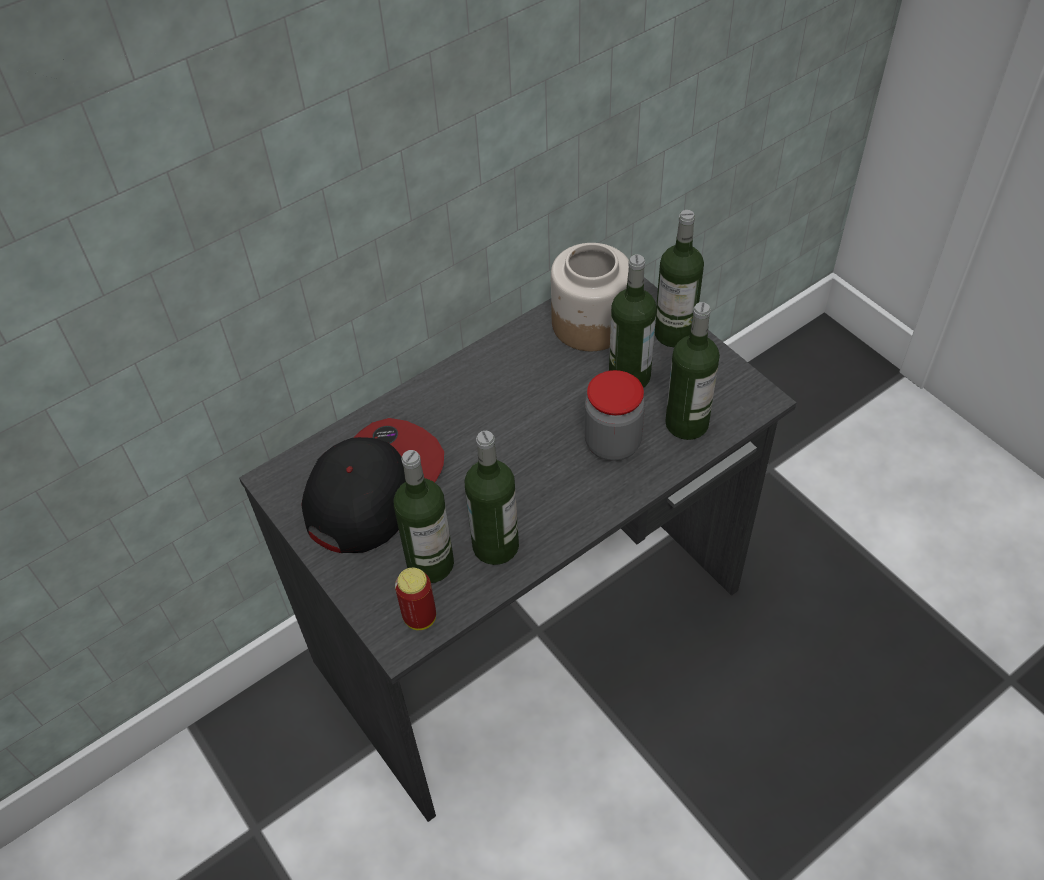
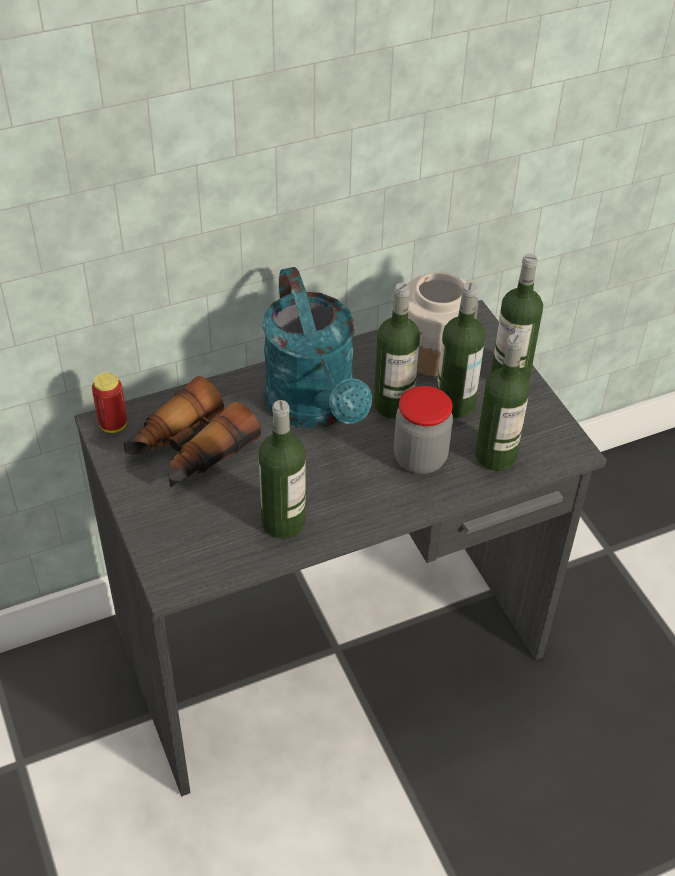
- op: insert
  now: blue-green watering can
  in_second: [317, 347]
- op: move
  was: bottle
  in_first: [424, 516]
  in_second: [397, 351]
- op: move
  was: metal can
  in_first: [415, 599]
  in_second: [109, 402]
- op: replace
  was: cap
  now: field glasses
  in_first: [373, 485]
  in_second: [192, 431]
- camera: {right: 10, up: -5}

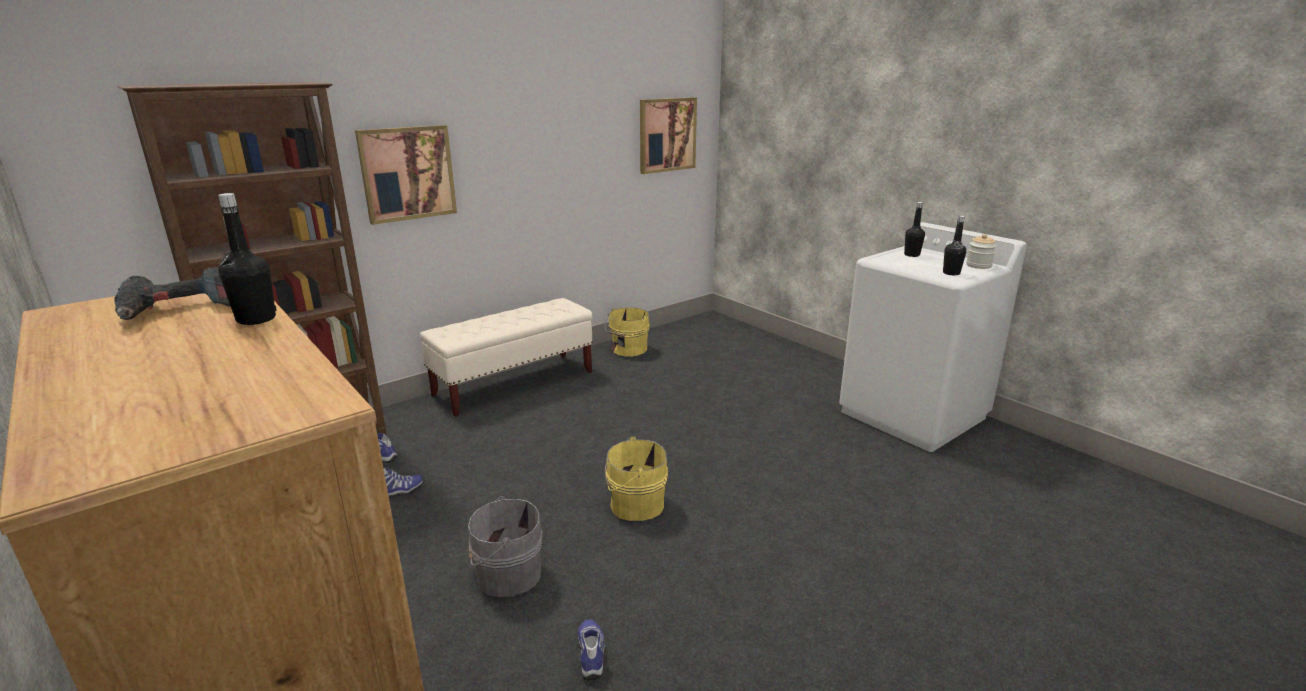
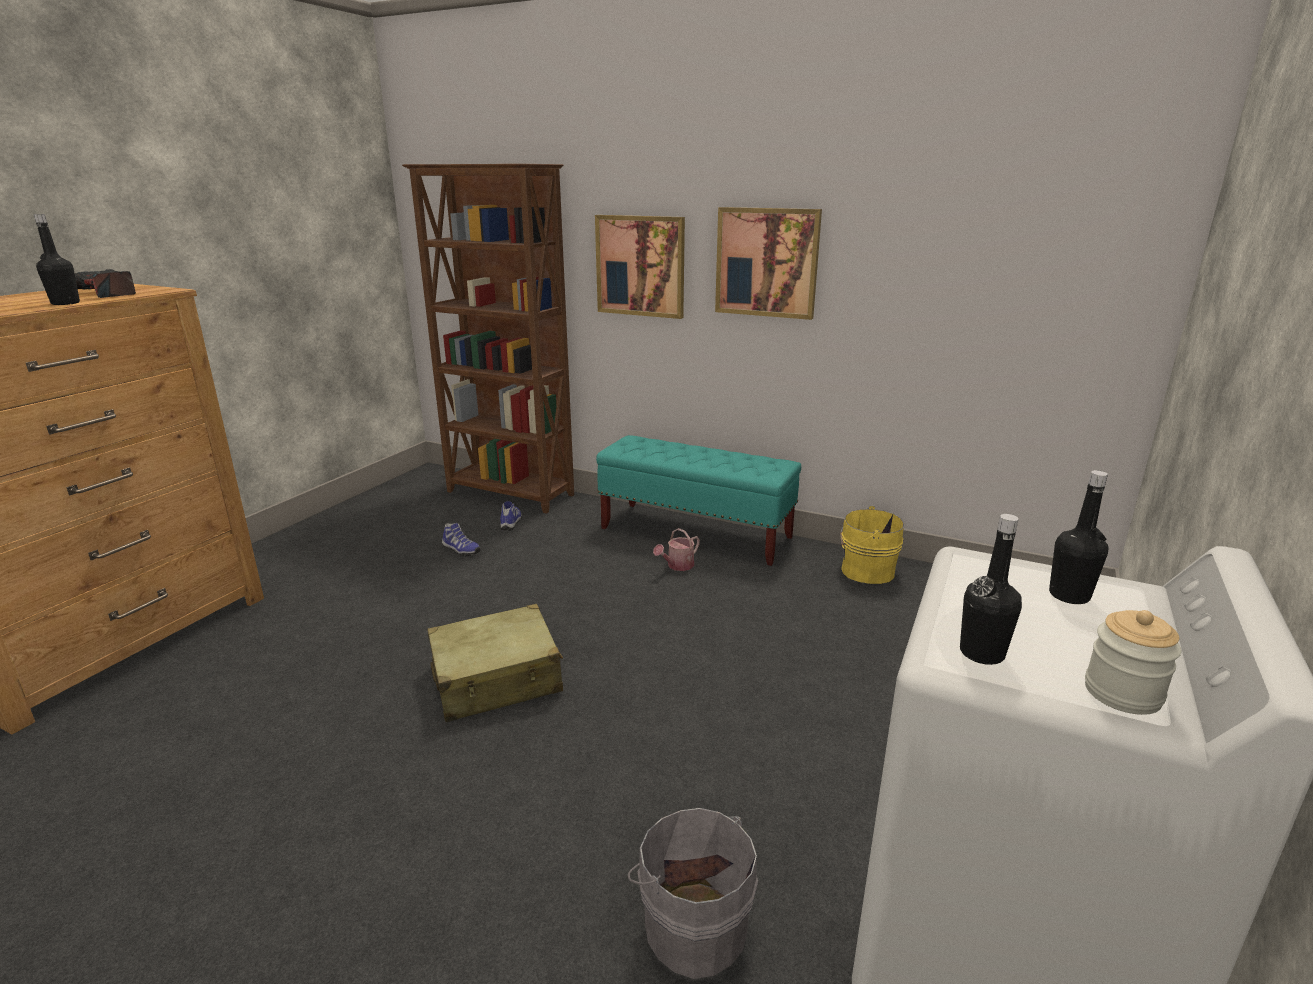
- op: delete
  was: low shoe
  in_first: [592, 650]
- op: insert
  now: watering can
  in_second: [676, 549]
- op: move
  was: gray water bucket
  in_first: [505, 546]
  in_second: [693, 893]
- op: move
  was: wall art
  in_first: [668, 135]
  in_second: [768, 263]
- op: replace
  was: yellow water bucket
  now: beige piece of luggage
  in_first: [636, 479]
  in_second: [495, 663]
- op: recolor
  was: beige bench
  now: blue-green bench
  in_first: [506, 357]
  in_second: [698, 500]
- camera: {right: 65, up: 0}

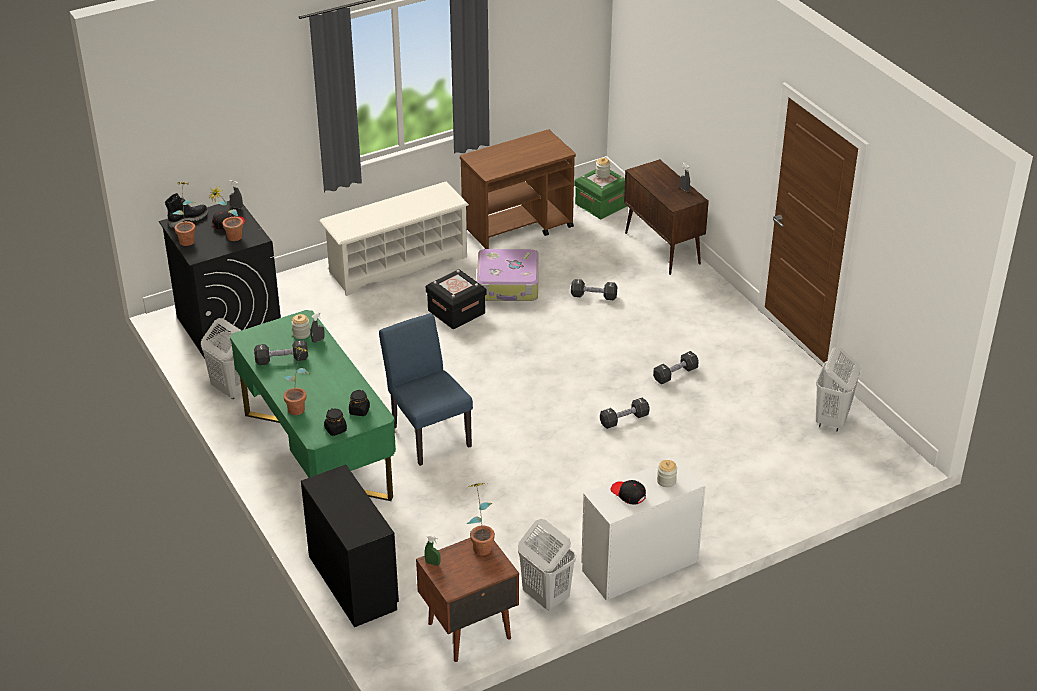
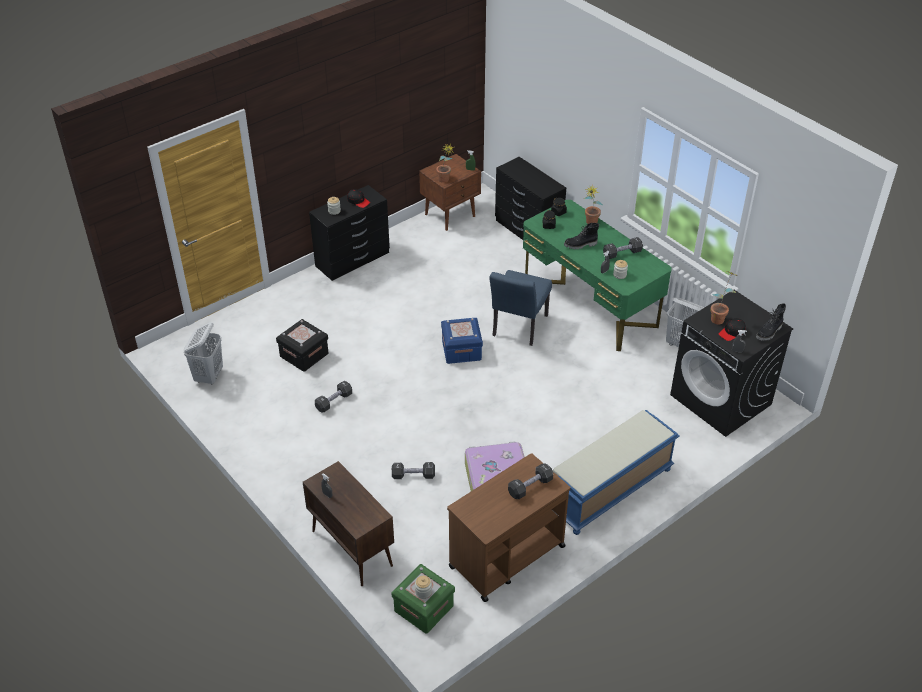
- op: delete
  was: potted plant
  in_first: [184, 214]
- op: delete
  was: whitish washing basket
  in_first: [547, 564]
- op: insert
  now: blue-coloured storage bin
  in_second: [462, 341]
- op: insert
  now: black boot
  in_second: [581, 236]
- op: move
  was: black storage bin
  in_first: [456, 299]
  in_second: [302, 345]
- op: move
  was: black hand weight
  in_first: [625, 413]
  in_second: [530, 481]
- op: replace
  was: whitish shoe shelf
  now: blue-coloured bench
  in_first: [394, 239]
  in_second: [616, 472]
- op: recolor
  was: whitish dresser
  now: black dresser
  in_first: [643, 529]
  in_second: [349, 233]
- op: rotate
  was: blue-coloured chair
  in_first: [426, 389]
  in_second: [520, 308]
  clockwise: 60
- camera: {right: 170, up: 5}

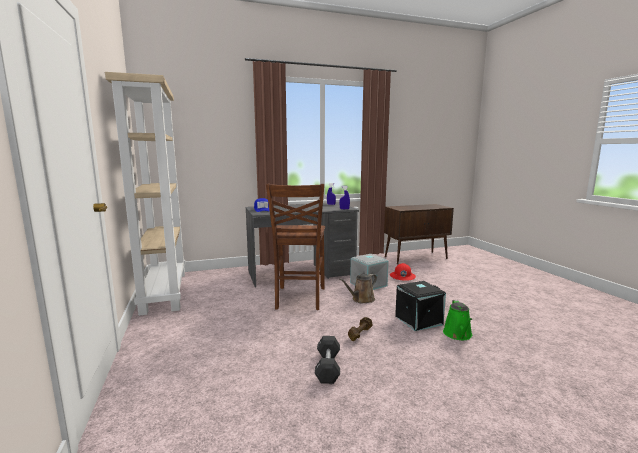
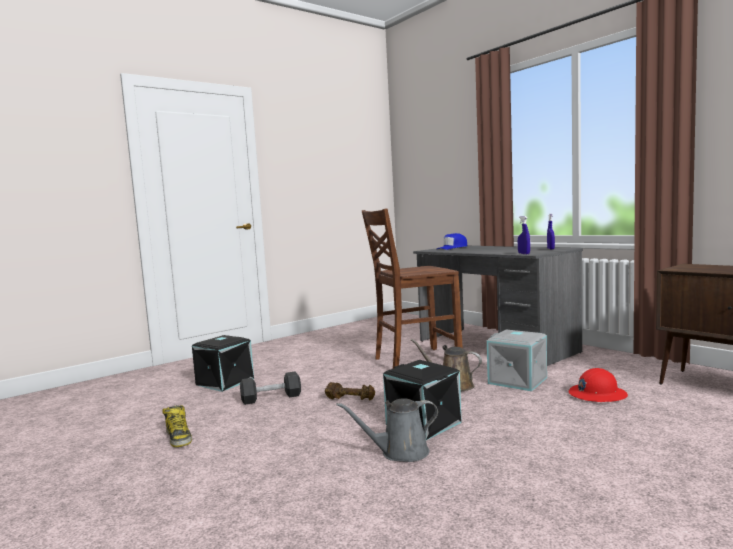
- op: delete
  was: beige bookshelf
  in_first: [145, 194]
- op: insert
  now: boot
  in_second: [177, 426]
- op: insert
  now: black storage bin
  in_second: [223, 363]
- op: recolor
  was: green-coloured watering can
  now: gray watering can
  in_first: [457, 320]
  in_second: [387, 430]
- camera: {right: 70, up: -5}

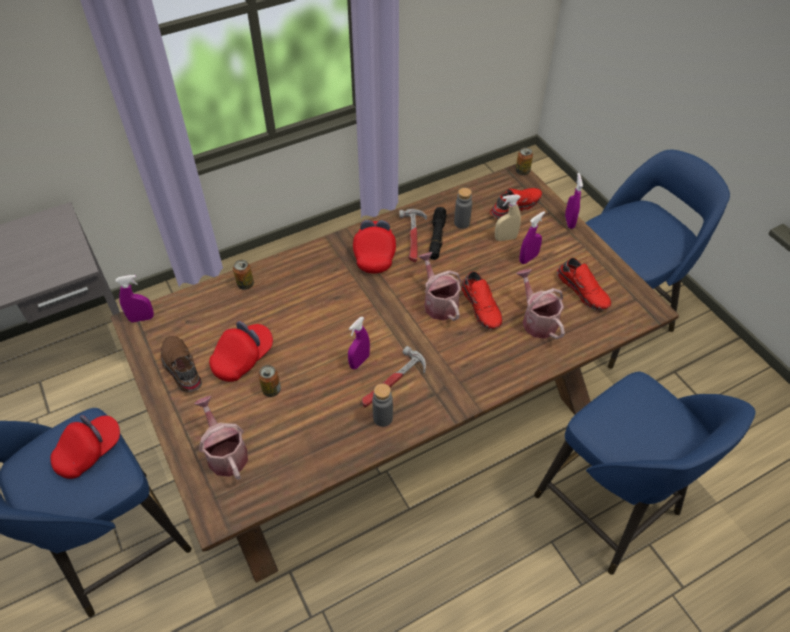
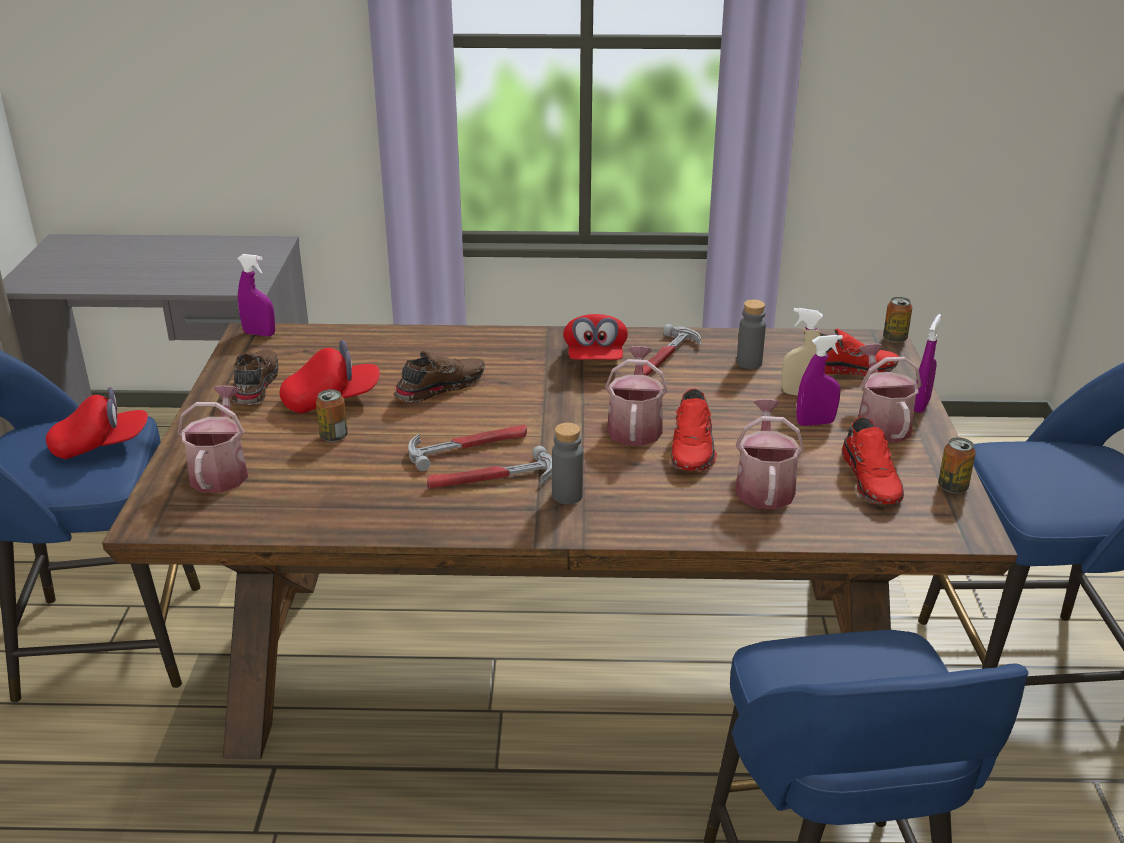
- op: delete
  was: black hand torch
  in_first: [437, 233]
- op: insert
  now: brownish low shoe
  in_second: [439, 376]
- op: insert
  now: watering can
  in_second: [889, 393]
- op: move
  was: metal can
  in_first: [243, 275]
  in_second: [957, 465]
- op: move
  was: gray bottle
  in_first: [382, 405]
  in_second: [567, 463]
- op: replace
  was: purplish spray bottle
  now: hammer
  in_first: [359, 343]
  in_second: [467, 448]
- op: rotate
  was: reddish cap
  in_first: [374, 247]
  in_second: [595, 337]
  clockwise: 150
- camera: {right: 30, up: -20}

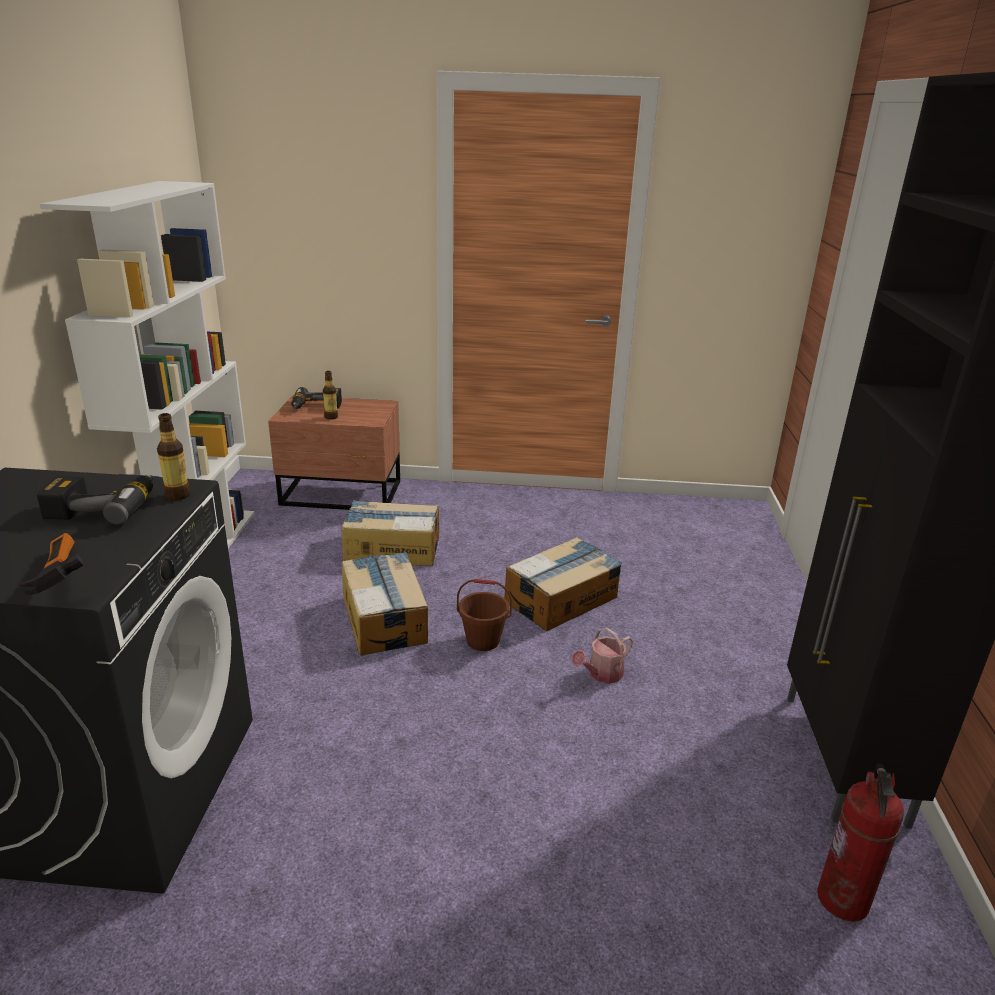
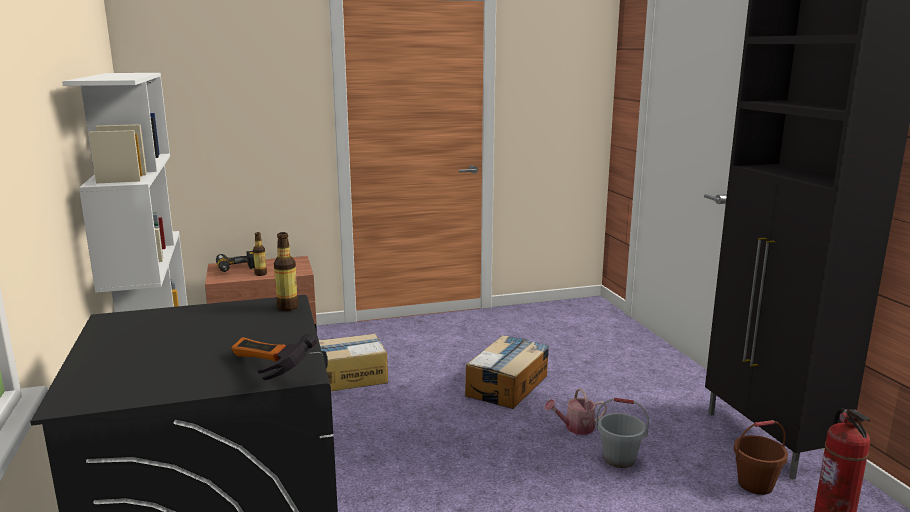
- op: delete
  was: drill
  in_first: [95, 500]
- op: delete
  was: carton
  in_first: [385, 604]
- op: insert
  now: gray water bucket
  in_second: [622, 433]
- op: move
  was: brownish water bucket
  in_first: [484, 615]
  in_second: [761, 457]
- op: rotate
  was: watering can
  in_first: [602, 656]
  in_second: [576, 411]
  clockwise: 45
- camera: {right: -20, up: -10}

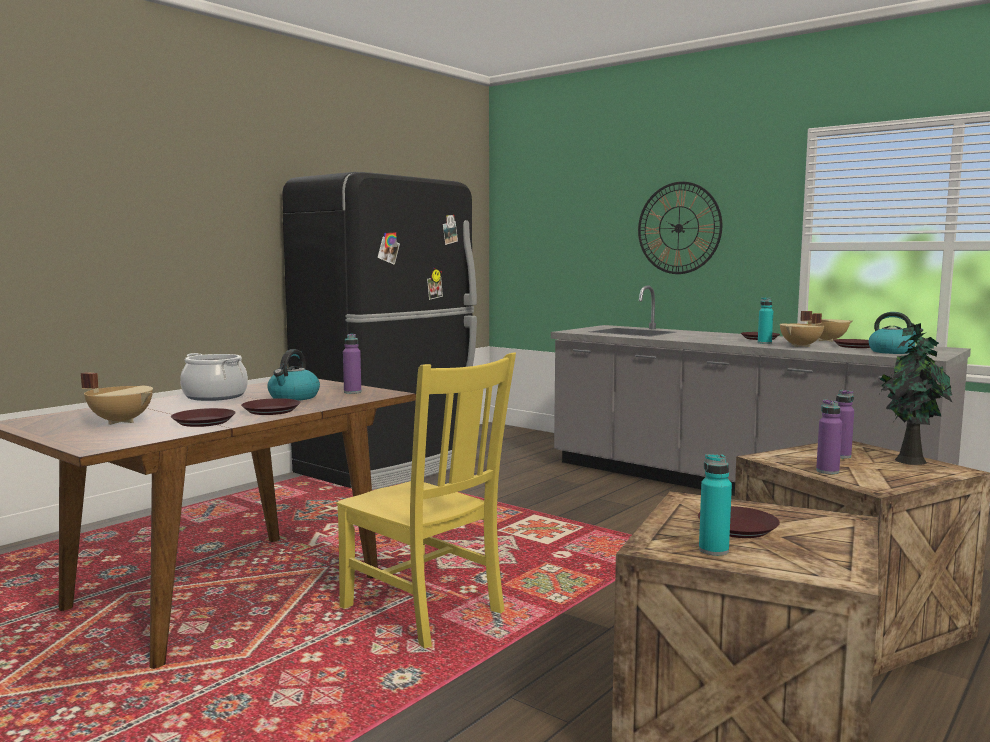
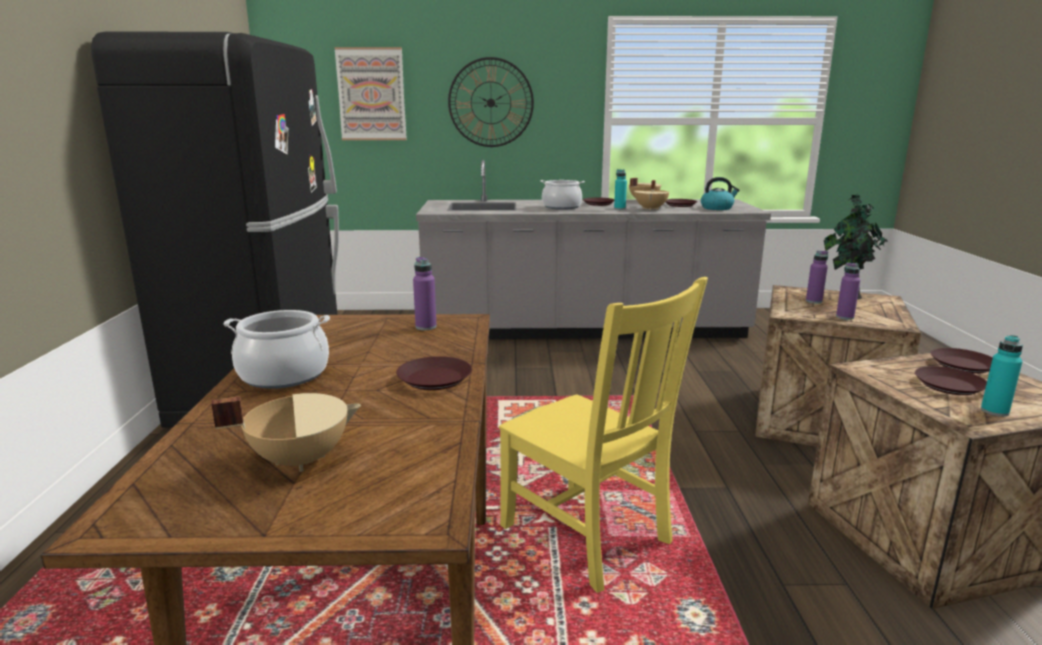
- op: delete
  was: tea kettle
  in_first: [293, 375]
- op: insert
  now: wall art
  in_second: [370, 93]
- op: insert
  now: saucepot
  in_second: [562, 195]
- op: move
  was: brownish dinner plate
  in_first: [203, 417]
  in_second: [962, 361]
- op: rotate
  was: yellow chair
  in_first: [426, 500]
  in_second: [603, 435]
  clockwise: 45
- camera: {right: -40, up: 10}

